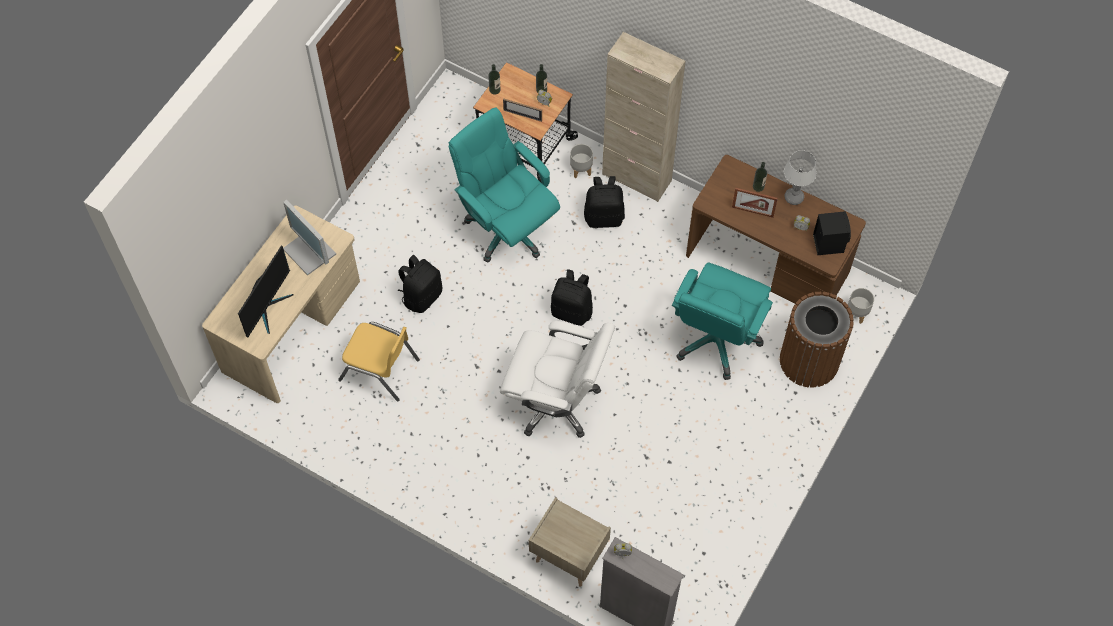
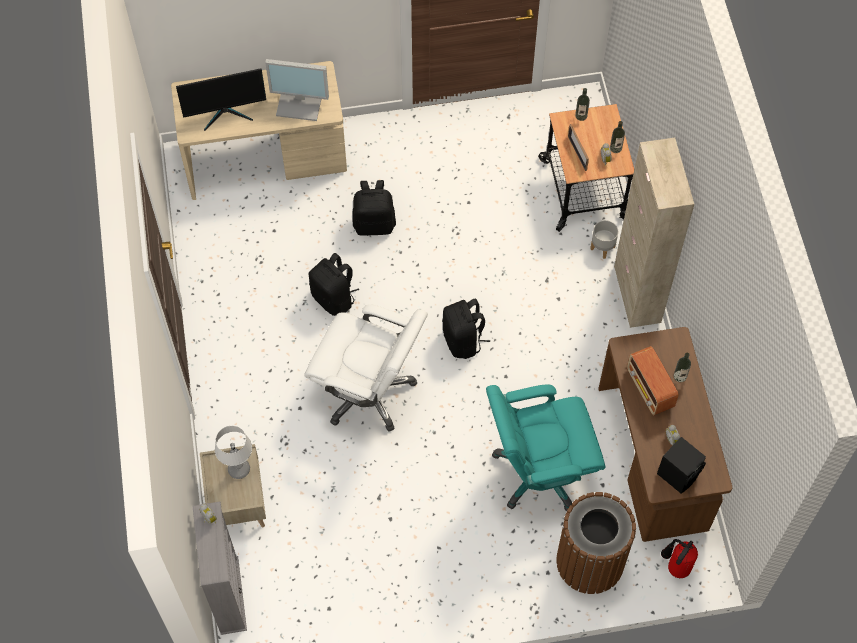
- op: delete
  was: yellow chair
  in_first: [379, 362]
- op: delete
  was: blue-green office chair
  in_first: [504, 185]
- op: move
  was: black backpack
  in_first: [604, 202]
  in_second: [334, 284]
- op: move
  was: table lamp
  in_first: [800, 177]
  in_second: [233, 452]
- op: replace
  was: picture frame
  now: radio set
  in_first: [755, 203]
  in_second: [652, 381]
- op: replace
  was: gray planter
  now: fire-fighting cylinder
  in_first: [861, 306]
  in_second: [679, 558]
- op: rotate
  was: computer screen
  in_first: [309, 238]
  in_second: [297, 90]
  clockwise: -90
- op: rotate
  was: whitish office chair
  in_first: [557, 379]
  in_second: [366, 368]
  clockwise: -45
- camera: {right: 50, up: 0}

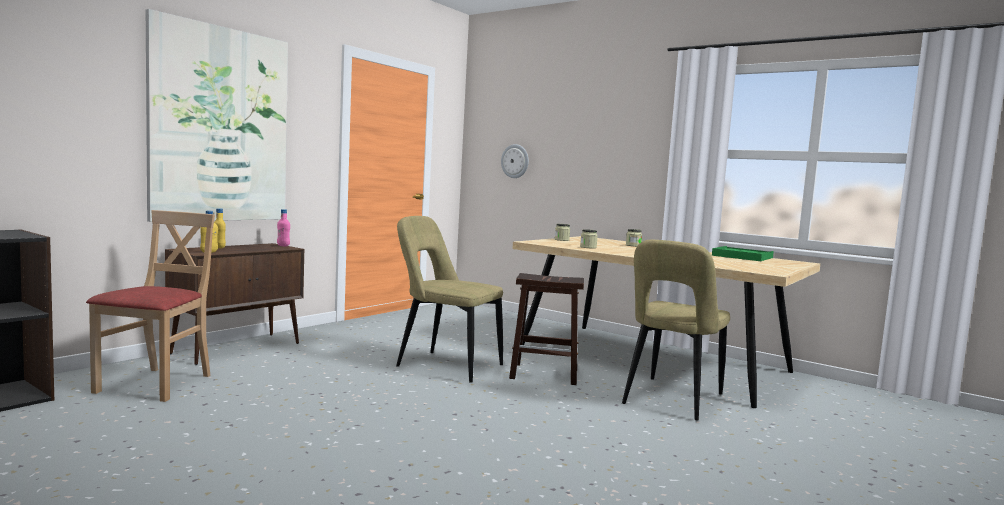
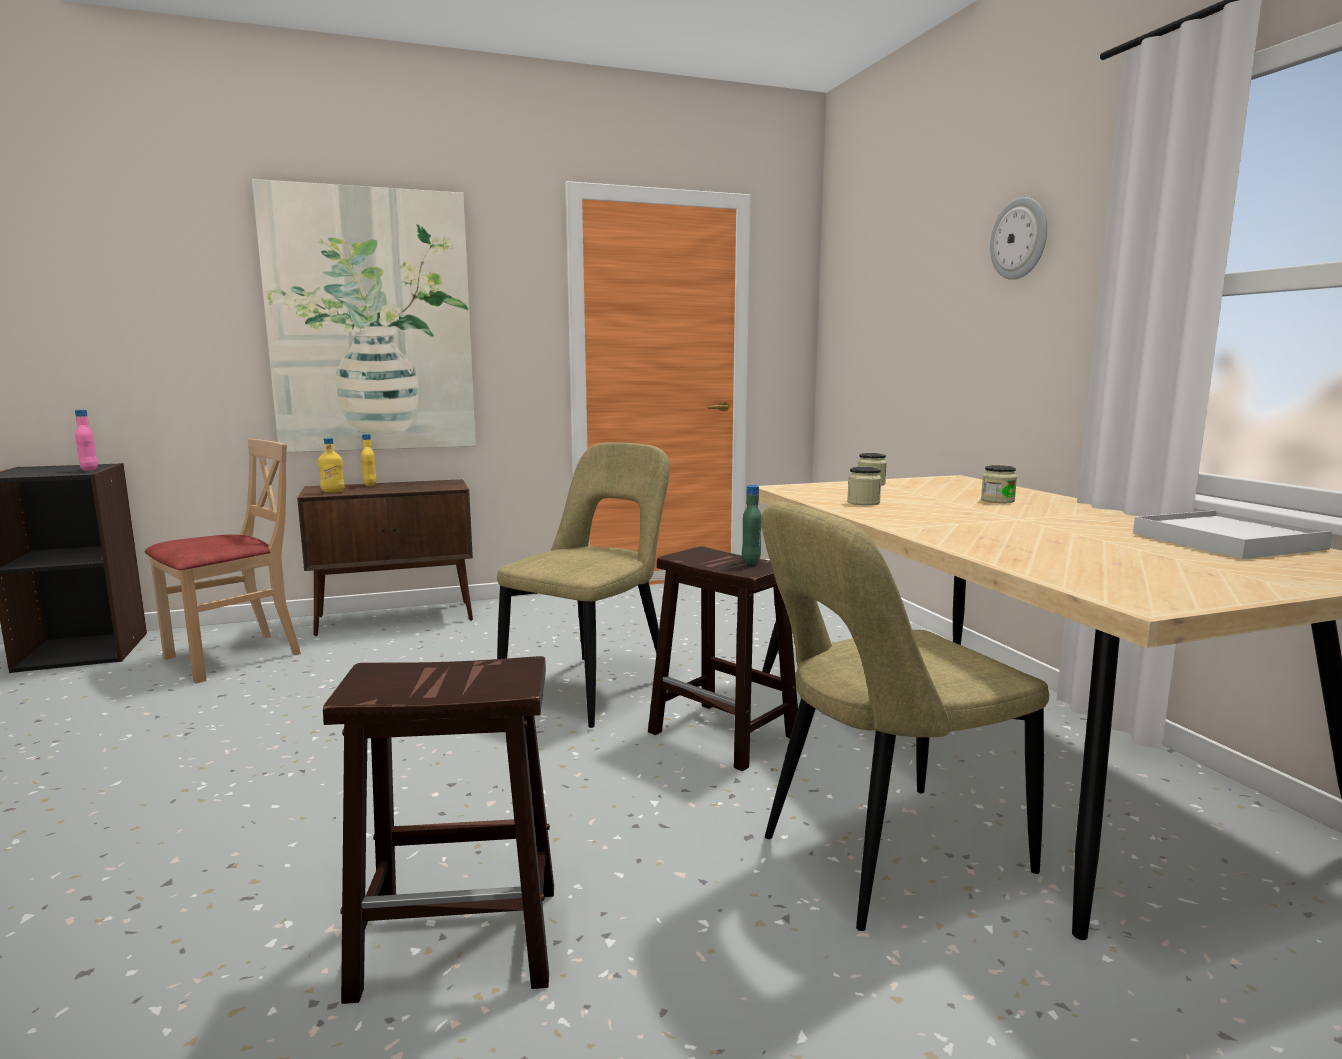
- op: insert
  now: brownish sitting stool
  in_second: [438, 830]
- op: insert
  now: green-coloured bottle
  in_second: [752, 525]
- op: move
  was: pink-coloured bottle
  in_first: [283, 228]
  in_second: [86, 440]
- op: move
  was: clock on the wall
  in_first: [515, 161]
  in_second: [1018, 238]
- op: recolor
  was: green-coloured tray
  now: whitish tray
  in_first: [742, 253]
  in_second: [1232, 534]
- op: rotate
  was: beige chair
  in_first: [449, 299]
  in_second: [583, 585]
  clockwise: 60
- camera: {right: 35, up: 5}

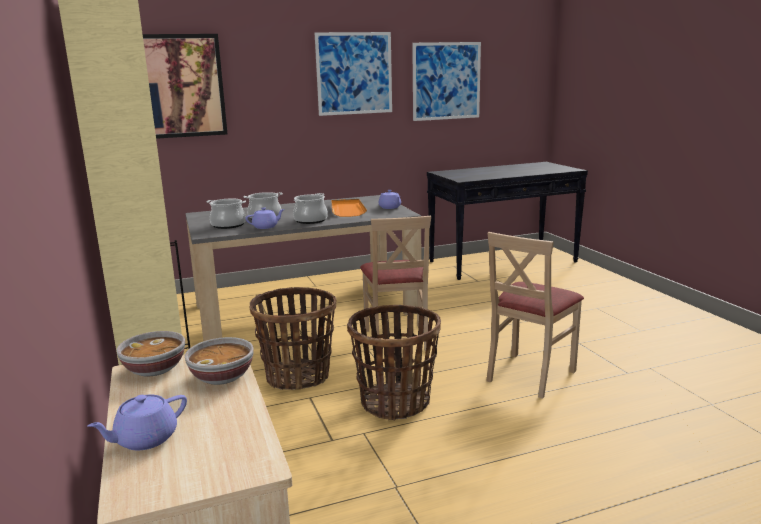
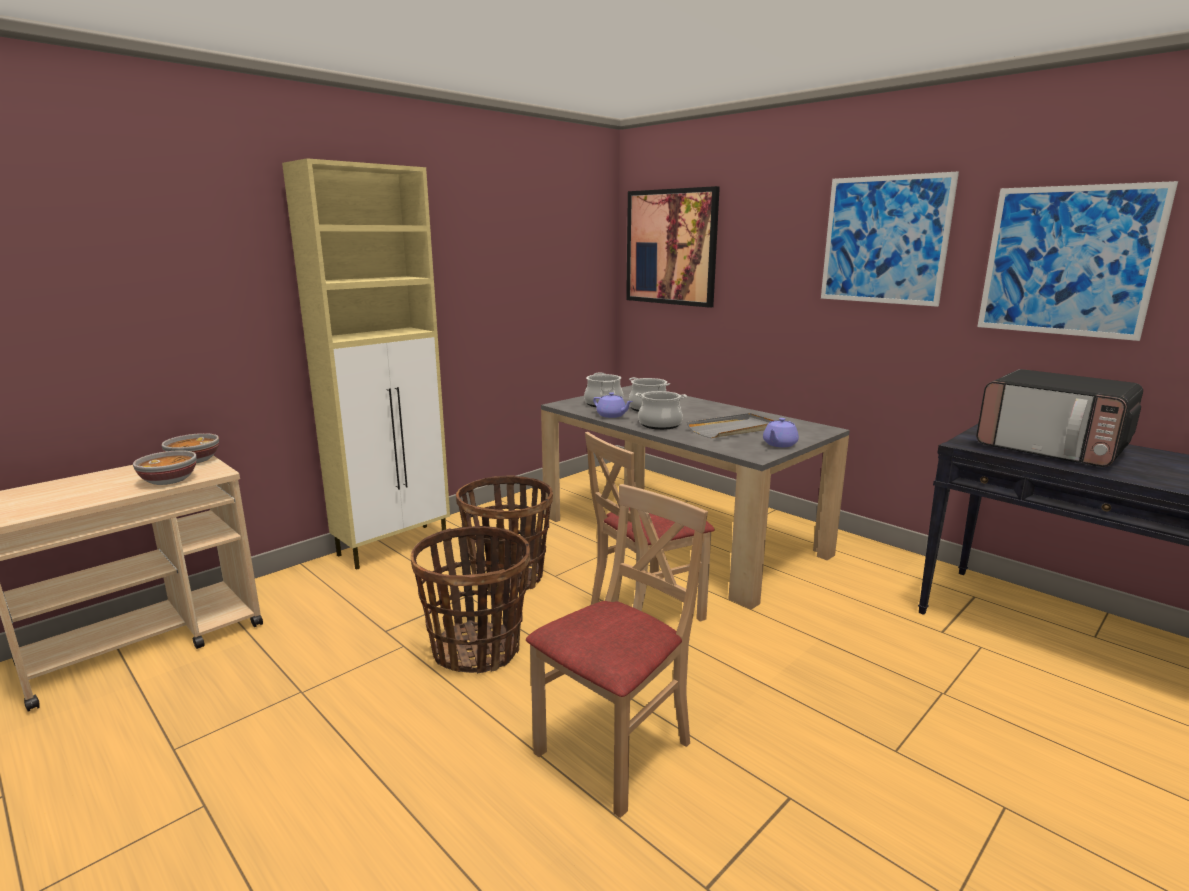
- op: delete
  was: purplish tea pot
  in_first: [137, 422]
- op: insert
  now: microwave
  in_second: [1059, 418]
- op: recolor
  was: orange-coloured tray
  now: gray tray
  in_first: [349, 208]
  in_second: [731, 425]
- op: rotate
  was: beige chair
  in_first: [535, 315]
  in_second: [617, 651]
  clockwise: 120
- camera: {right: 65, up: 0}

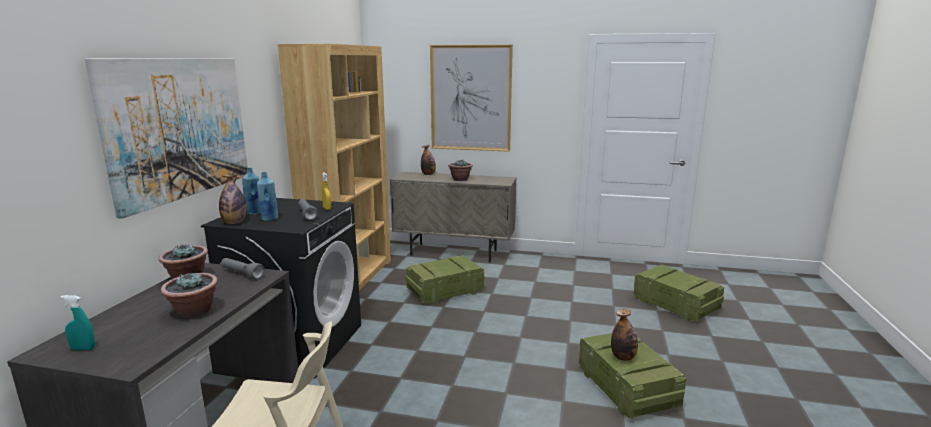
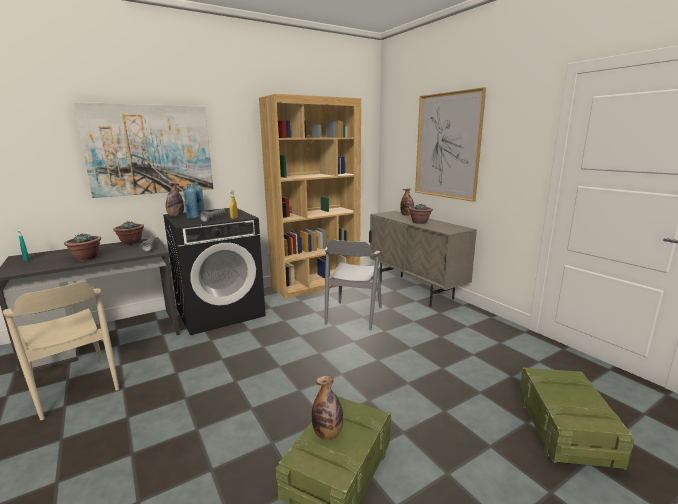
- op: replace
  was: packing crate
  now: gray chair
  in_first: [445, 280]
  in_second: [353, 285]
- camera: {right: 45, up: 0}

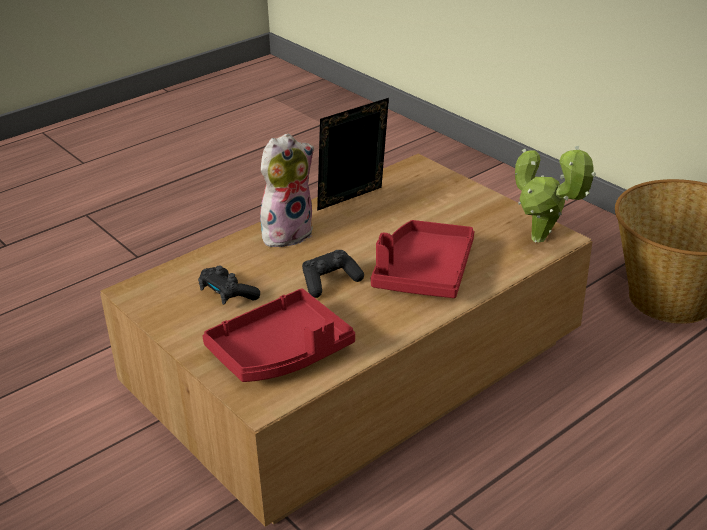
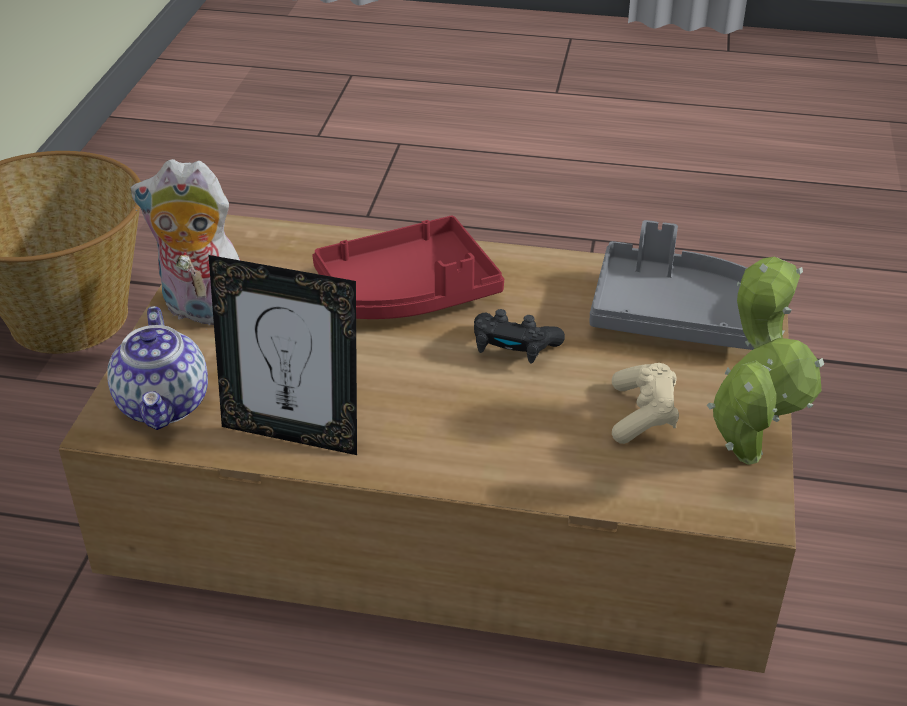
- op: insert
  now: tea pot
  in_second: [157, 368]
- op: move
  was: plush toy
  in_first: [287, 190]
  in_second: [185, 244]
- op: move
  was: potted plant
  in_first: [555, 194]
  in_second: [765, 361]
- op: recolor
  was: black game controller
  now: beige game controller
  in_first: [229, 285]
  in_second: [645, 403]
- op: recolor
  was: reddish tray
  now: gray tray
  in_first: [278, 335]
  in_second: [671, 285]
- camera: {right: -130, up: 5}

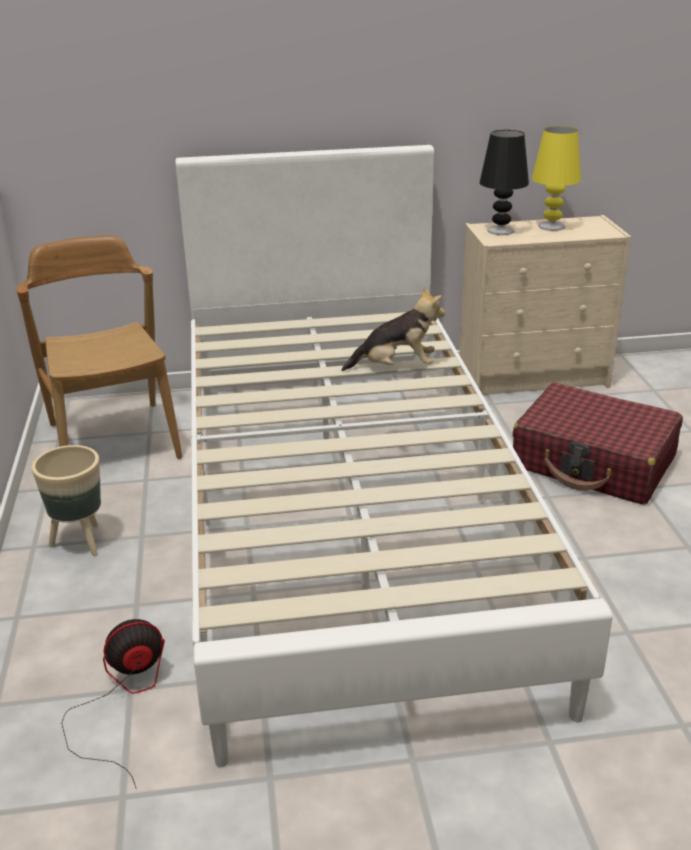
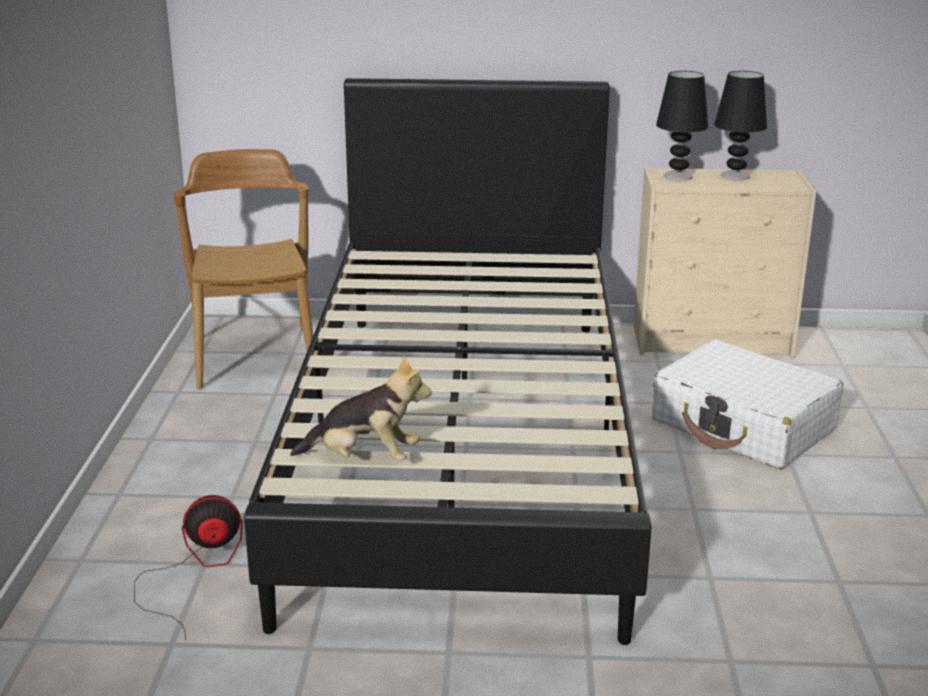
- op: delete
  was: beige planter
  in_first: [66, 500]
- op: move
  was: plush toy
  in_first: [393, 329]
  in_second: [361, 408]
- op: recolor
  was: whitish bedroom bed
  now: black bedroom bed
  in_first: [393, 456]
  in_second: [447, 361]
- op: recolor
  was: reddish piece of luggage
  now: whitish piece of luggage
  in_first: [597, 444]
  in_second: [747, 405]
- op: recolor
  was: yellow table lamp
  now: black table lamp
  in_first: [556, 178]
  in_second: [740, 125]
- camera: {right: 10, up: -5}

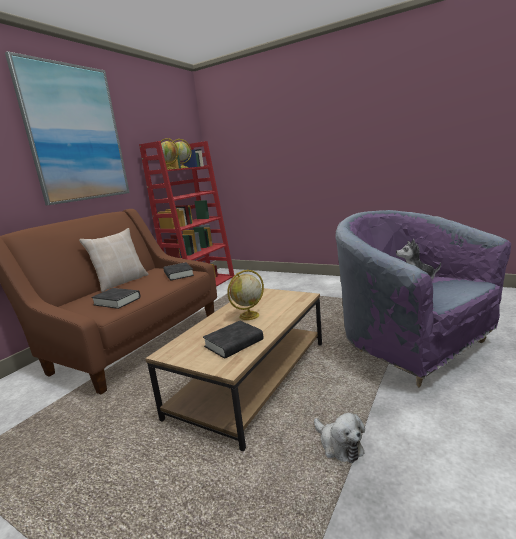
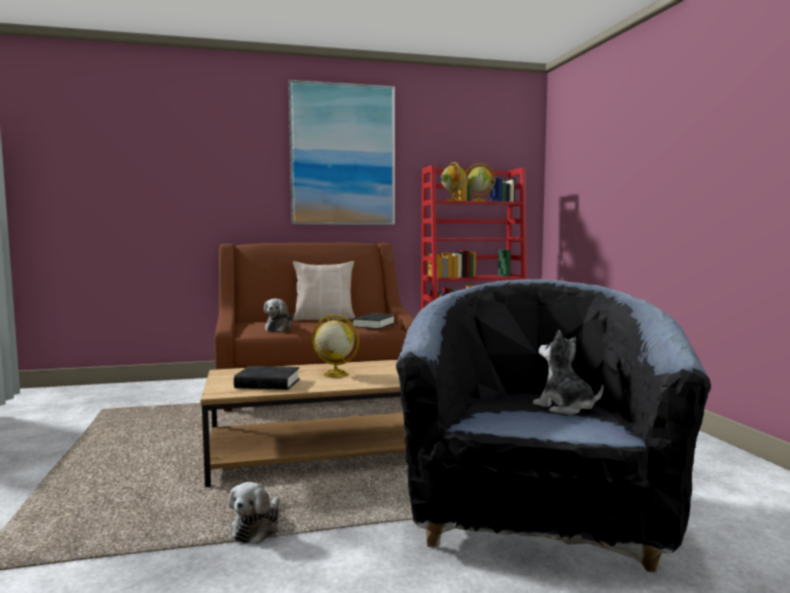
- op: replace
  was: black bound book
  now: plush toy
  in_first: [115, 298]
  in_second: [278, 315]
- op: recolor
  was: purplish lounge chair
  now: black lounge chair
  in_first: [423, 299]
  in_second: [553, 425]
- camera: {right: 45, up: -10}

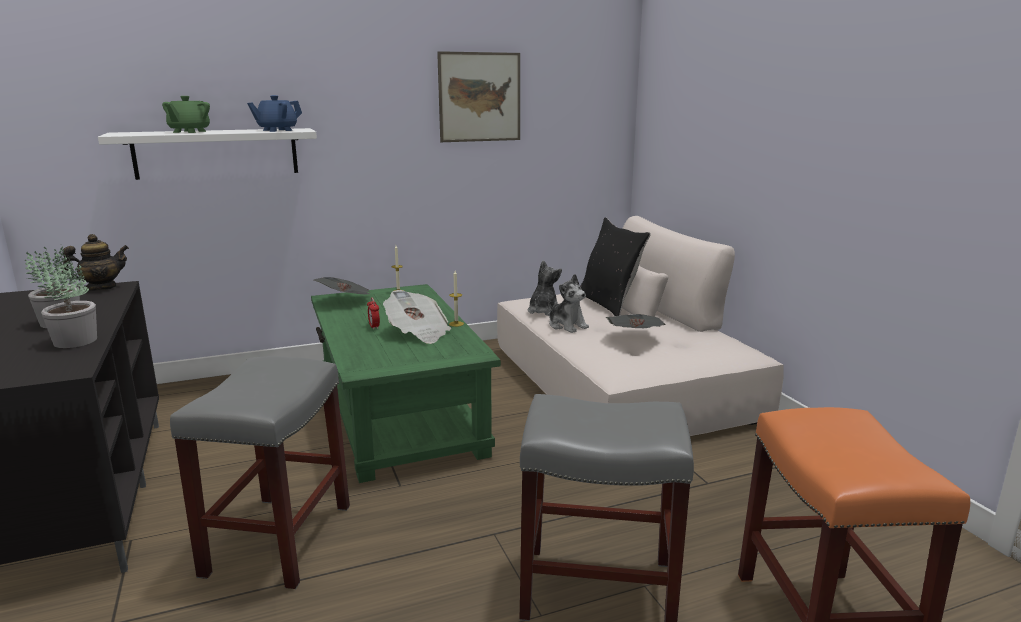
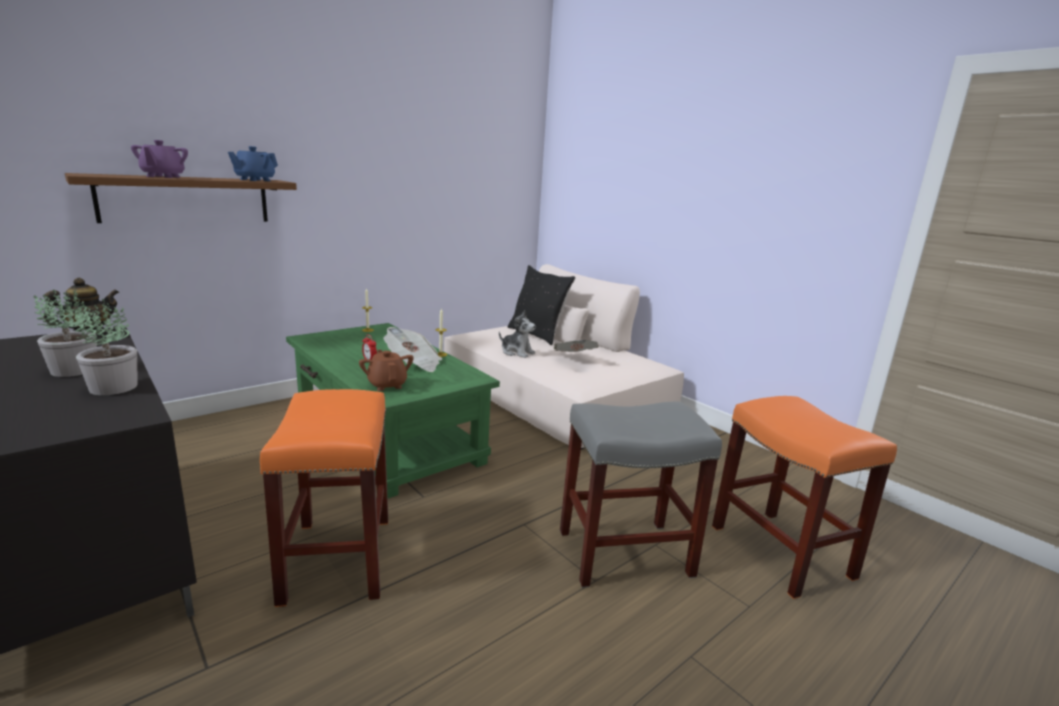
- op: delete
  was: daily paper
  in_first: [341, 286]
- op: delete
  was: wall art
  in_first: [478, 96]
- op: delete
  was: plush toy
  in_first: [545, 288]
- op: insert
  now: brownish tea pot
  in_second: [386, 370]
- op: recolor
  was: whitish shelf
  now: brownish shelf
  in_first: [207, 154]
  in_second: [181, 198]
- op: recolor
  was: green-coloured tea pot
  now: purplish tea pot
  in_first: [186, 114]
  in_second: [159, 159]
- op: recolor
  was: gray sitting stool
  now: orange-coloured sitting stool
  in_first: [260, 472]
  in_second: [324, 498]
- camera: {right: -20, up: 0}

